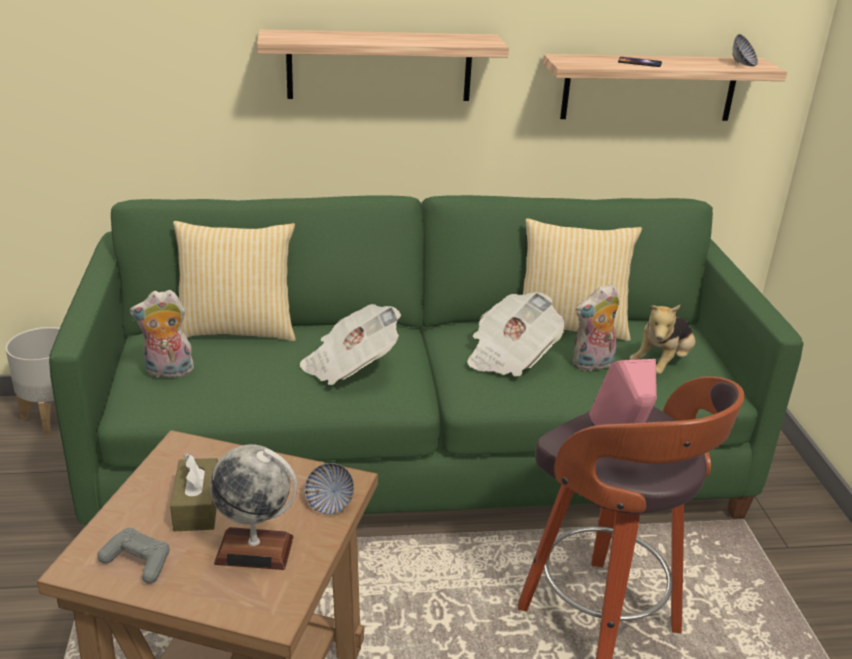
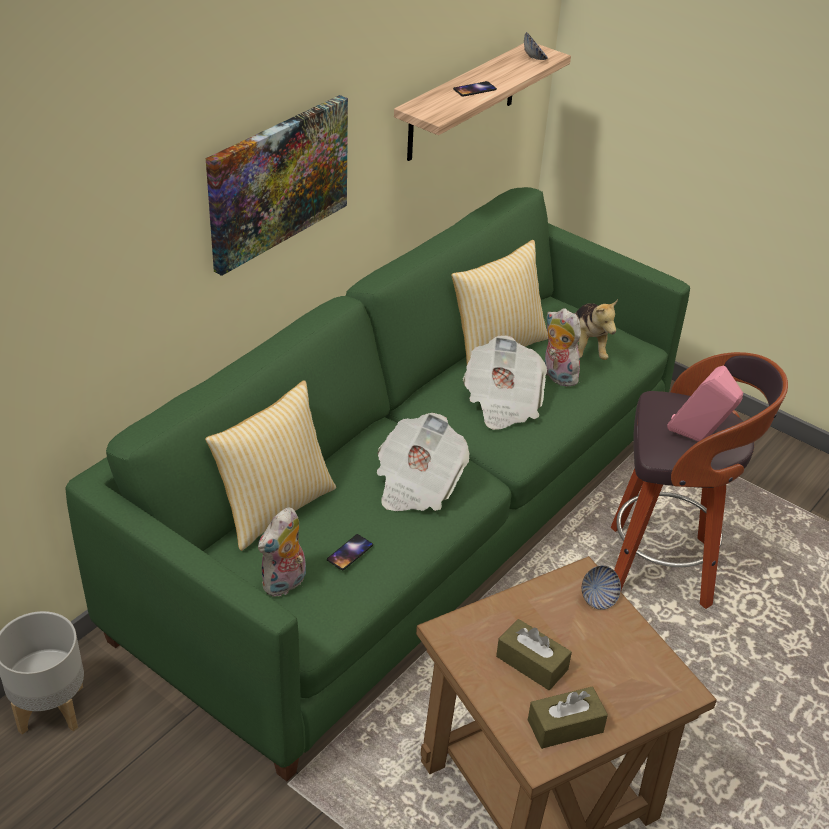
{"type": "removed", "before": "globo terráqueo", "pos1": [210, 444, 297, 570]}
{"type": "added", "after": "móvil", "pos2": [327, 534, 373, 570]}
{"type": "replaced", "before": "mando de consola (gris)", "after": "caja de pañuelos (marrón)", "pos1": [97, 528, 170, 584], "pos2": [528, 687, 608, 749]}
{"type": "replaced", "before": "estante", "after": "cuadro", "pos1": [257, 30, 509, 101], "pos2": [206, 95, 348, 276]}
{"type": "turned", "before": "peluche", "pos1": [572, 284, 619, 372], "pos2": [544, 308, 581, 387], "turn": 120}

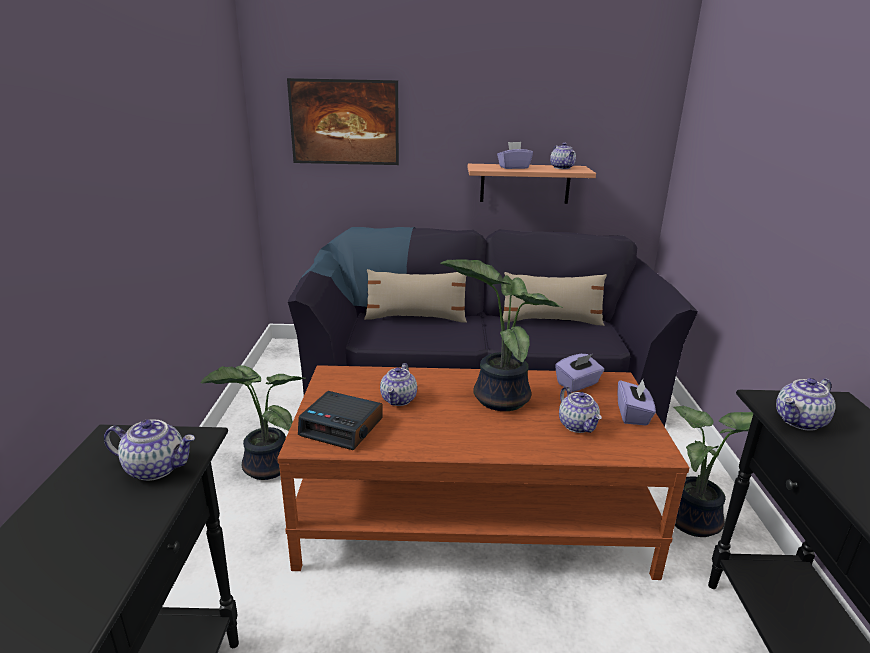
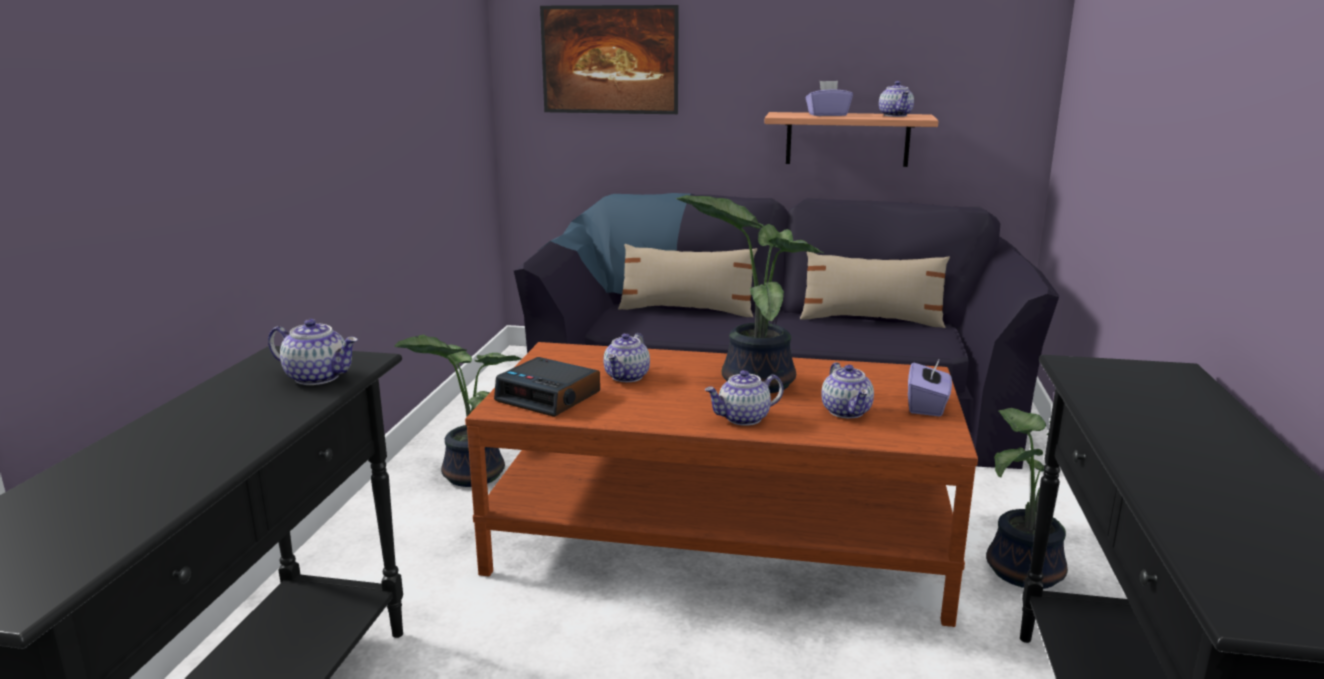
{"type": "removed", "before": "caja de pañuelos (morado)", "pos1": [555, 354, 604, 392]}
{"type": "moved", "before": "tetera", "pos1": [776, 378, 835, 431], "pos2": [704, 370, 784, 426]}

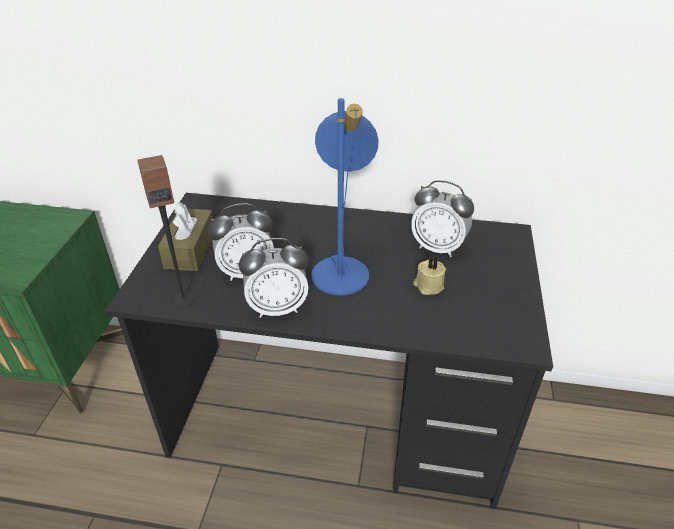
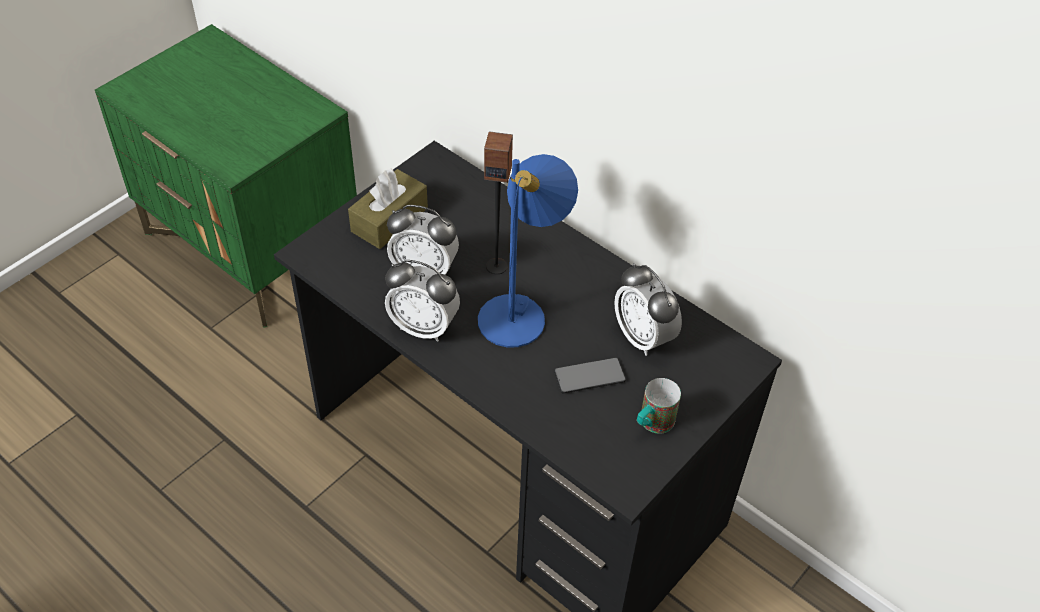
{"type": "added", "after": "taza grande", "pos2": [637, 378, 681, 434]}
{"type": "moved", "before": "altavoz", "pos1": [137, 155, 194, 307], "pos2": [484, 131, 513, 274]}
{"type": "replaced", "before": "vela (beis)", "after": "móvil", "pos1": [413, 256, 446, 295], "pos2": [554, 358, 626, 394]}

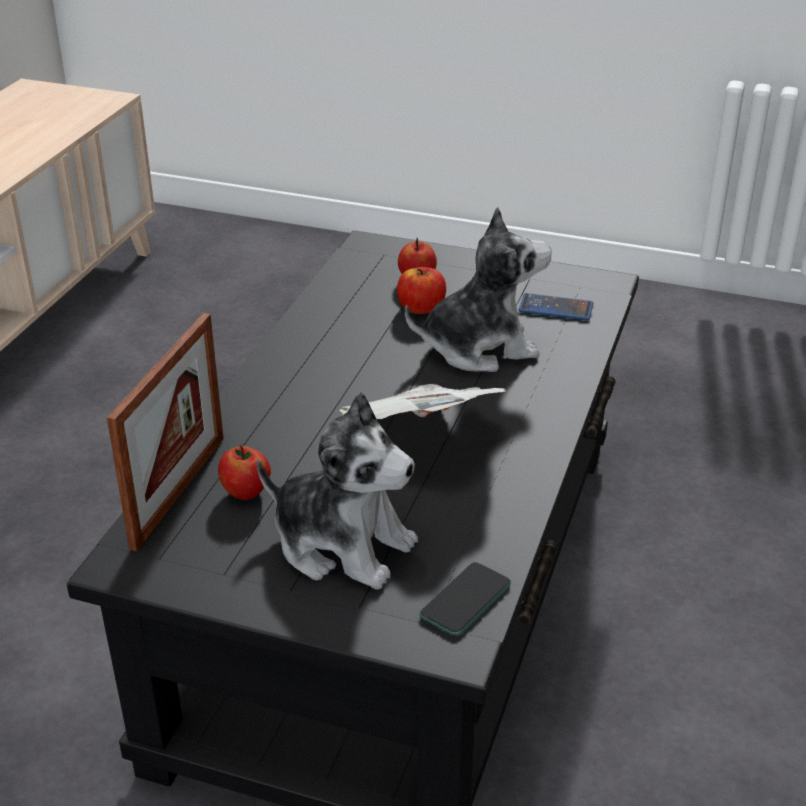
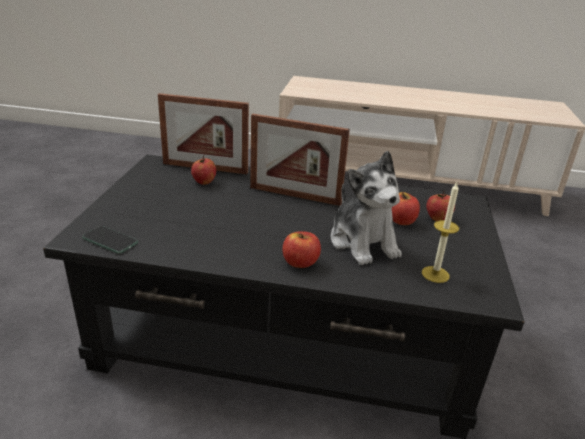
{"type": "removed", "before": "peluche", "pos1": [257, 392, 418, 590]}
{"type": "removed", "before": "periódico", "pos1": [339, 384, 506, 419]}
{"type": "added", "after": "portarretratos", "pos2": [250, 114, 350, 206]}
{"type": "added", "after": "manzana", "pos2": [283, 231, 321, 268]}
{"type": "replaced", "before": "móvil", "after": "vela", "pos1": [519, 293, 593, 321], "pos2": [422, 183, 459, 283]}

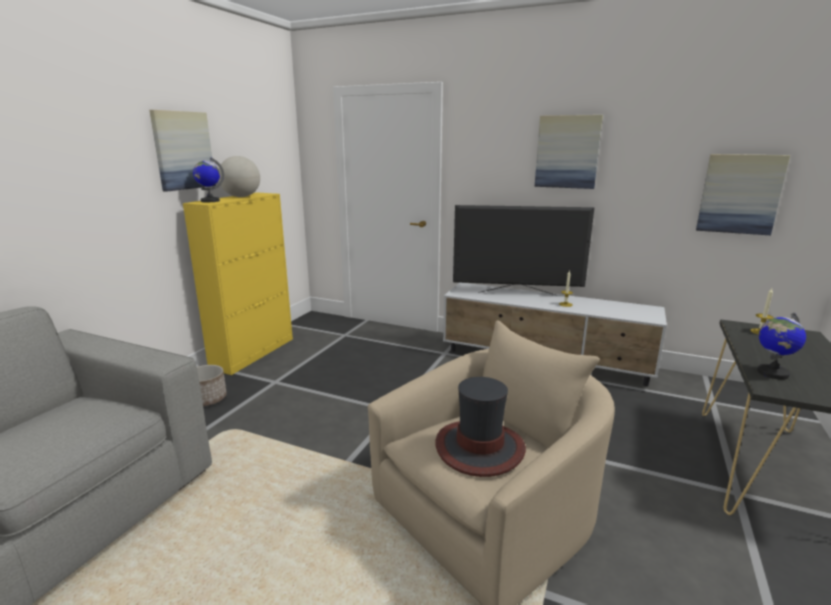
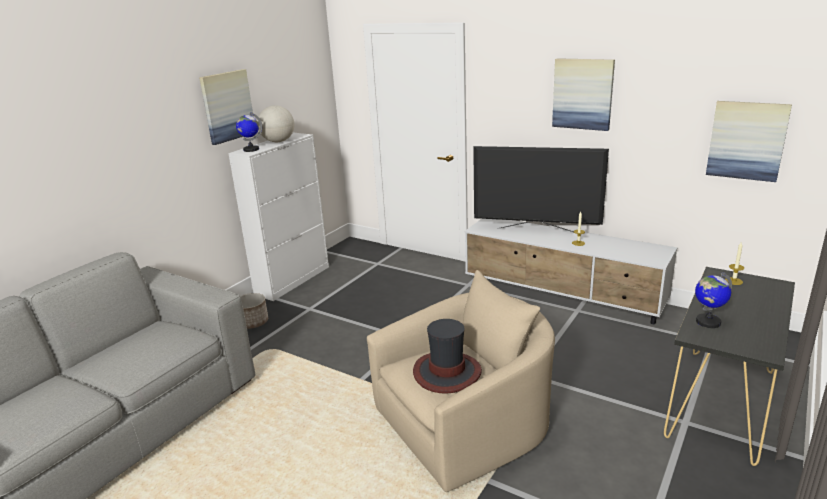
{"type": "recoloured", "before": "armario (amarillo)", "after": "armario (blanco)", "pos1": [183, 193, 293, 375], "pos2": [228, 133, 329, 301]}

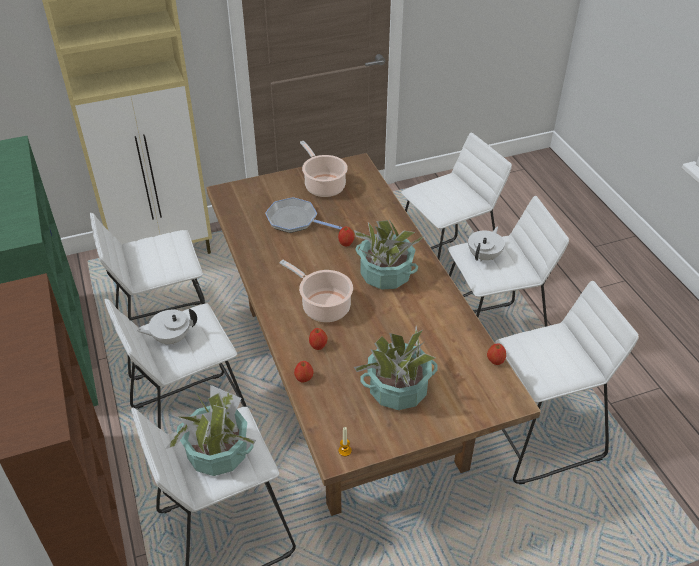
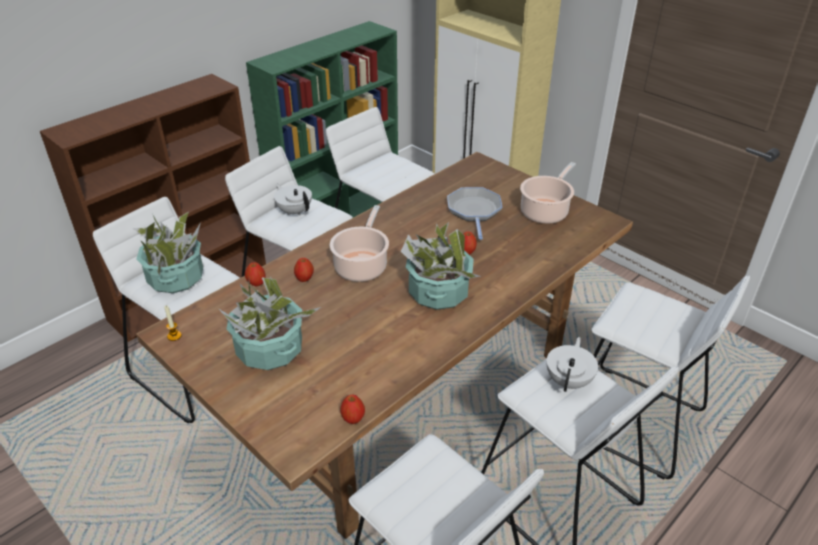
{"type": "turned", "before": "tetera (blanco)", "pos1": [468, 226, 505, 261], "pos2": [546, 337, 598, 392], "turn": -75}

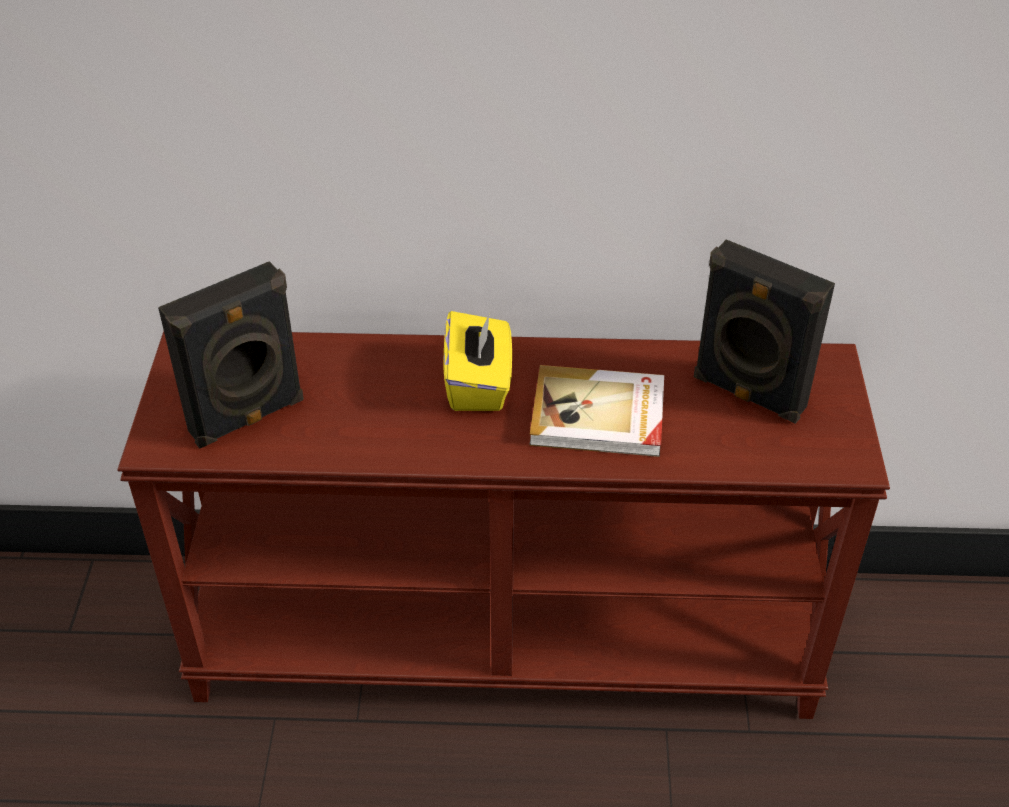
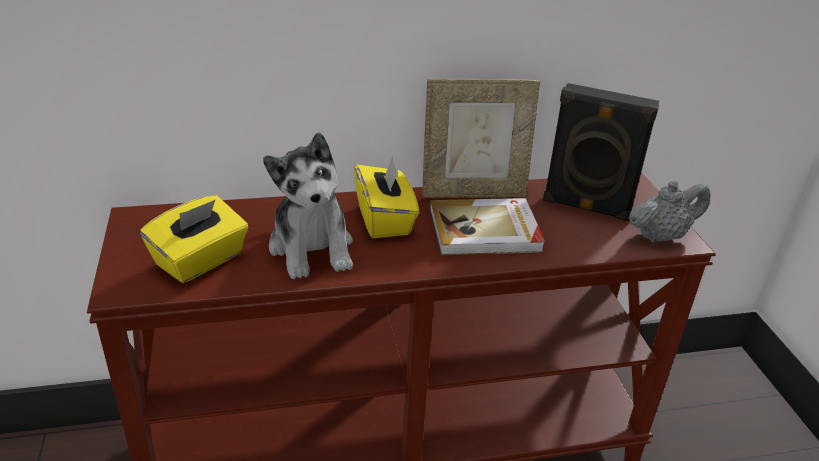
{"type": "added", "after": "peluche", "pos2": [263, 132, 353, 279]}
{"type": "added", "after": "portarretratos", "pos2": [422, 79, 540, 198]}
{"type": "added", "after": "tetera (gris)", "pos2": [628, 181, 710, 243]}
{"type": "replaced", "before": "altavoz (negro)", "after": "caja de pañuelos (amarillo)", "pos1": [158, 261, 304, 449], "pos2": [140, 195, 248, 283]}

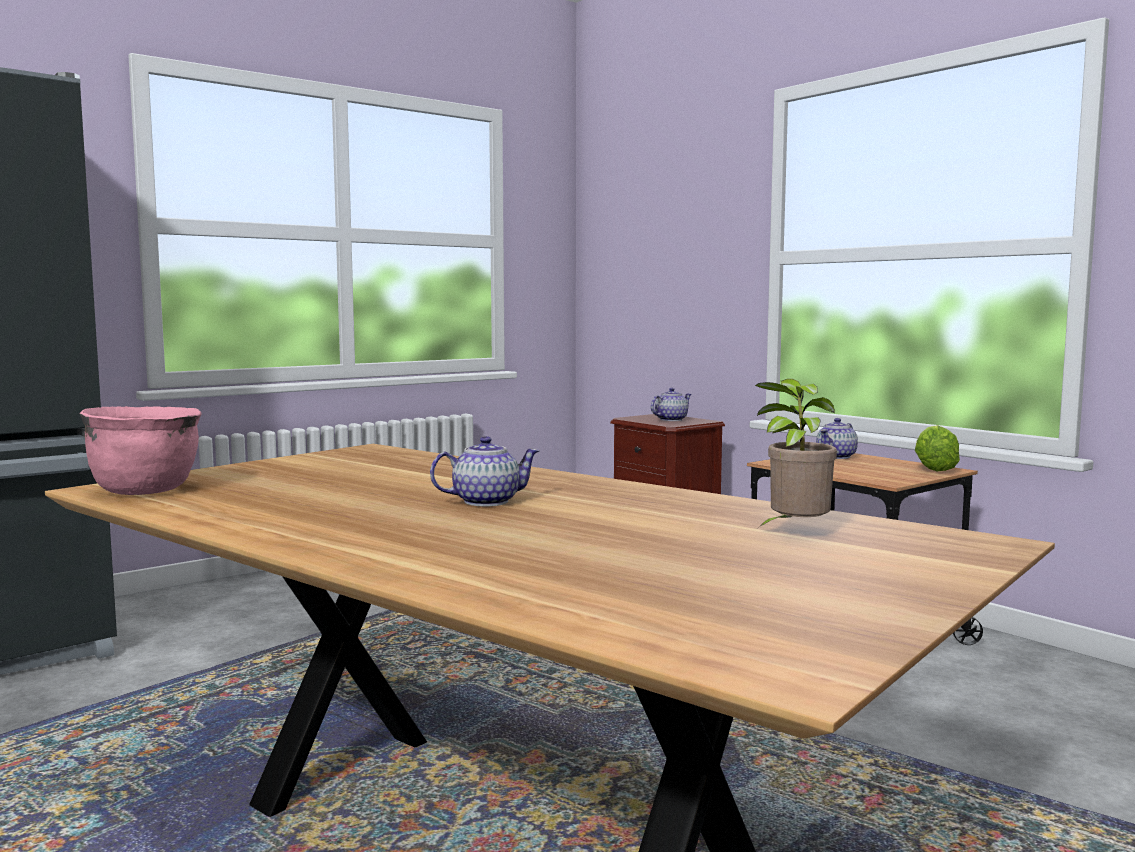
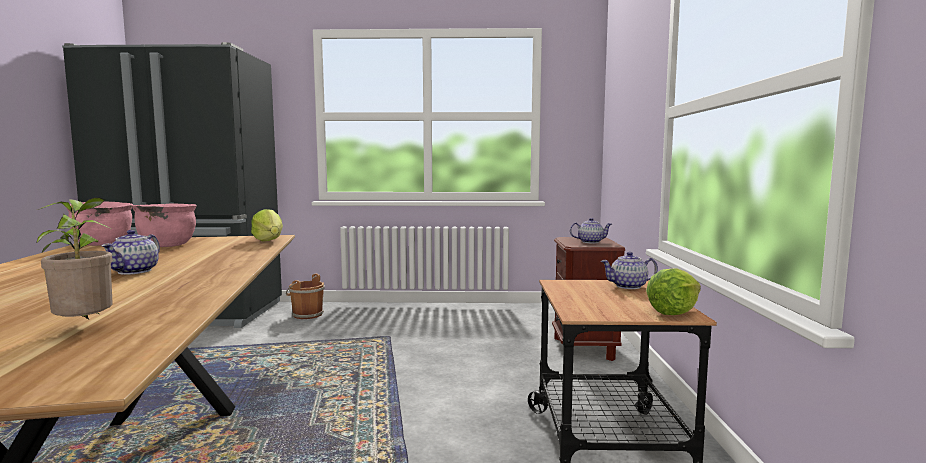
{"type": "added", "after": "olla (rosa)", "pos2": [132, 203, 197, 247]}
{"type": "added", "after": "lechuga", "pos2": [251, 209, 283, 242]}
{"type": "added", "after": "cubo (marrón)", "pos2": [286, 274, 325, 319]}
{"type": "turned", "before": "tetera", "pos1": [430, 436, 540, 506], "pos2": [101, 230, 160, 275], "turn": 75}

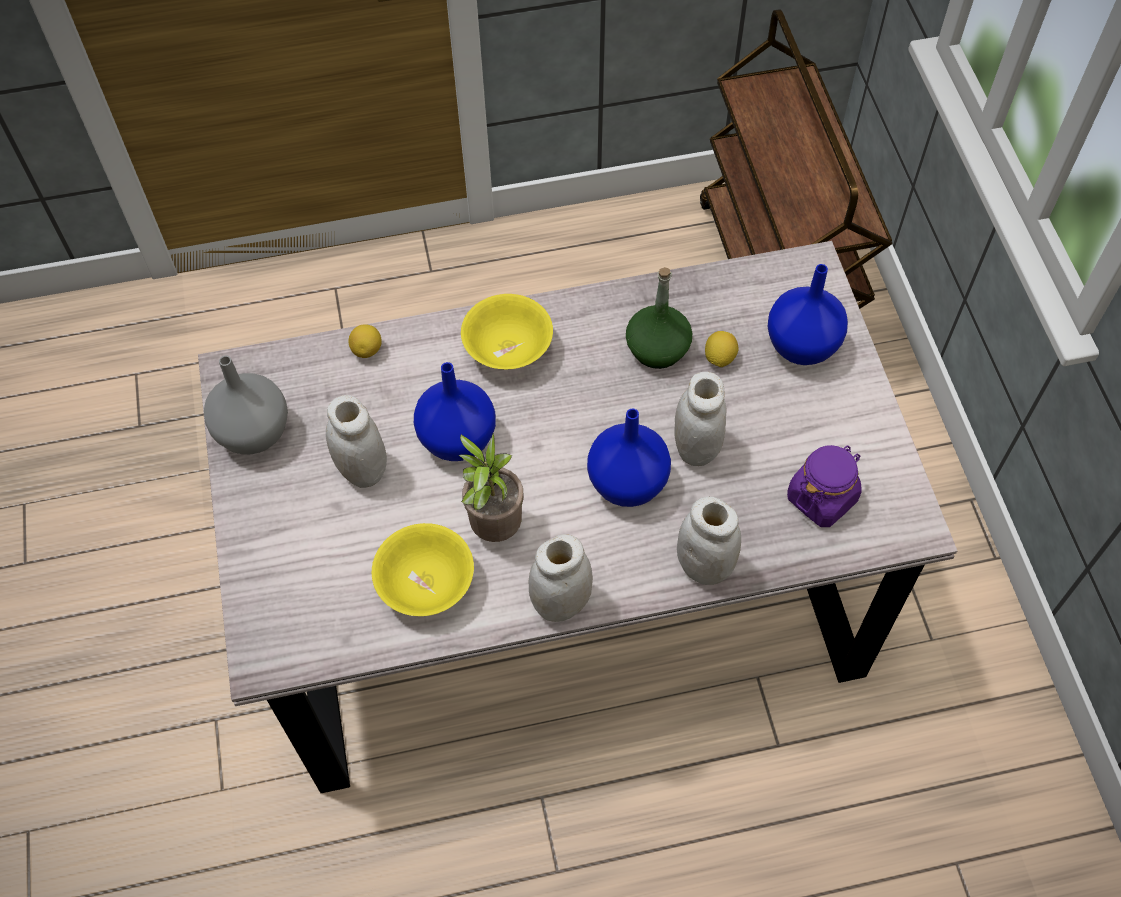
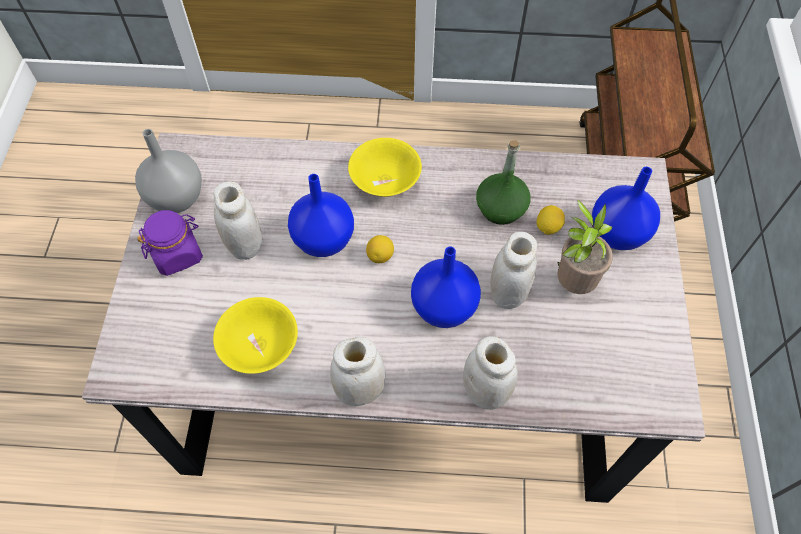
{"type": "moved", "before": "limón", "pos1": [349, 324, 382, 358], "pos2": [366, 235, 394, 263]}
{"type": "moved", "before": "planta en maceta", "pos1": [459, 433, 524, 542], "pos2": [557, 199, 613, 294]}
{"type": "moved", "before": "tarro (morado)", "pos1": [787, 445, 862, 527], "pos2": [137, 210, 203, 276]}

